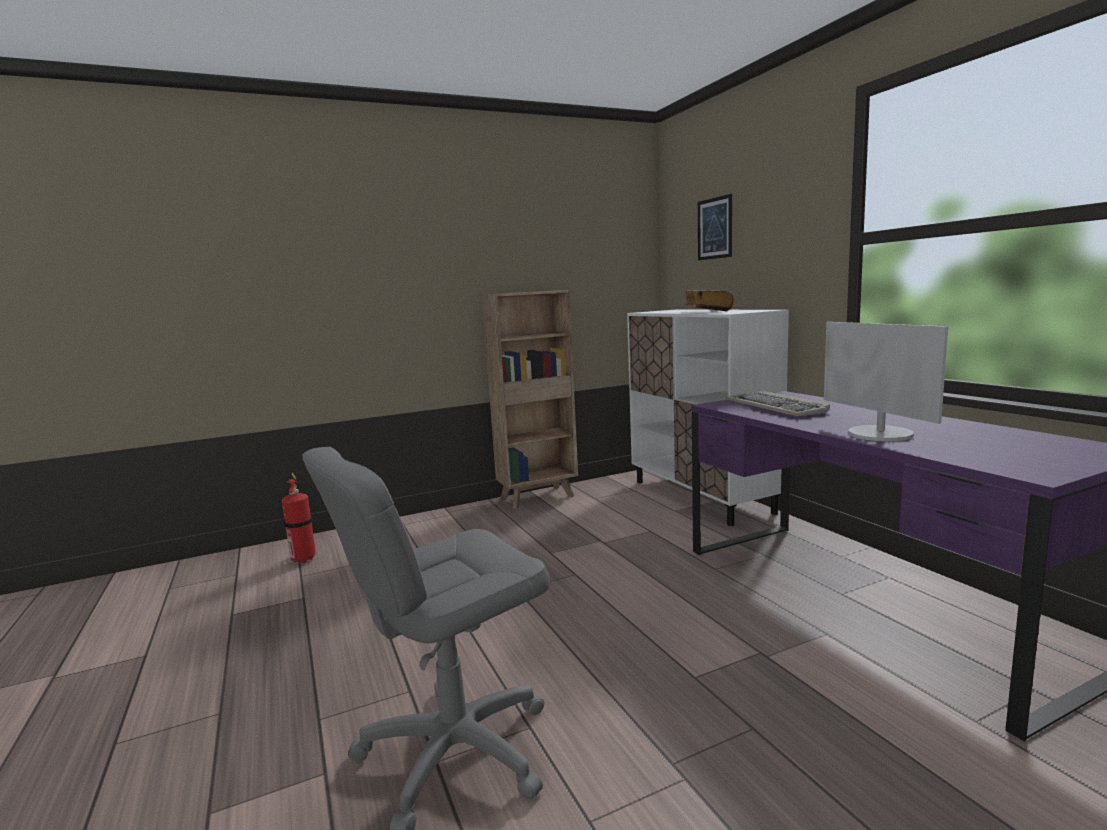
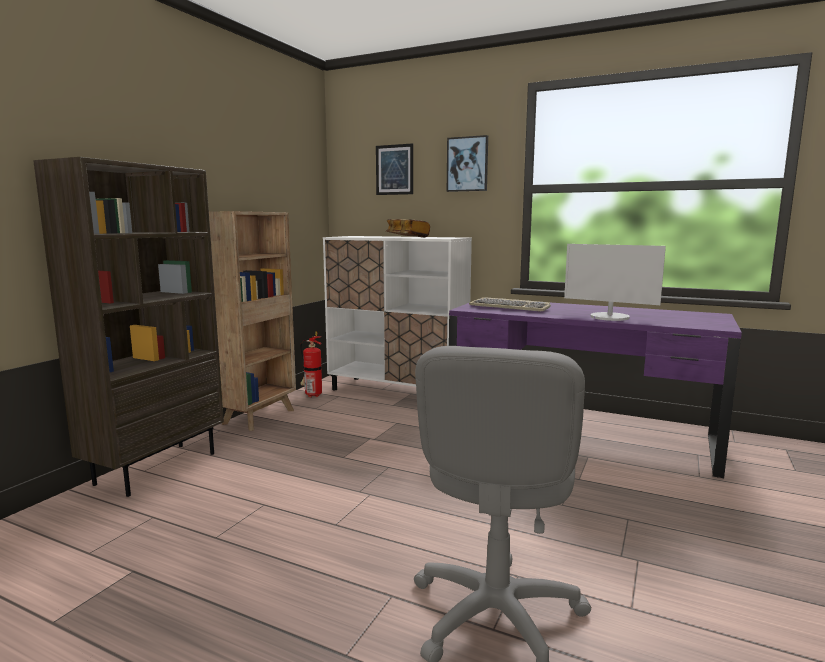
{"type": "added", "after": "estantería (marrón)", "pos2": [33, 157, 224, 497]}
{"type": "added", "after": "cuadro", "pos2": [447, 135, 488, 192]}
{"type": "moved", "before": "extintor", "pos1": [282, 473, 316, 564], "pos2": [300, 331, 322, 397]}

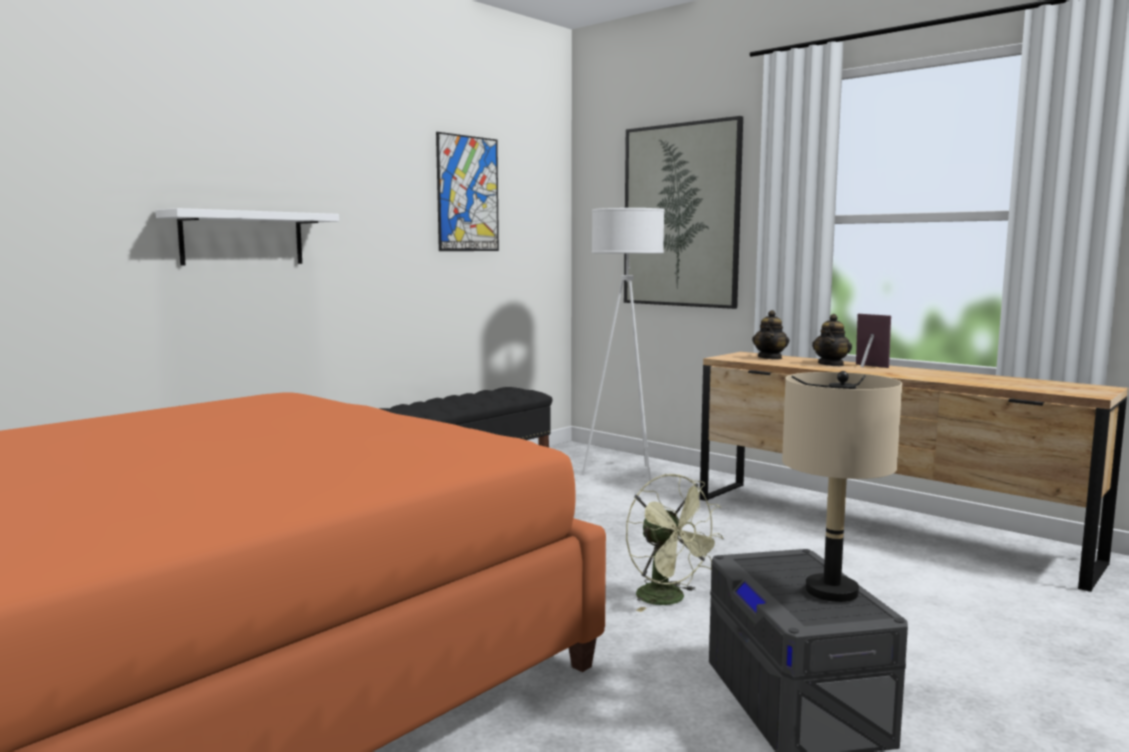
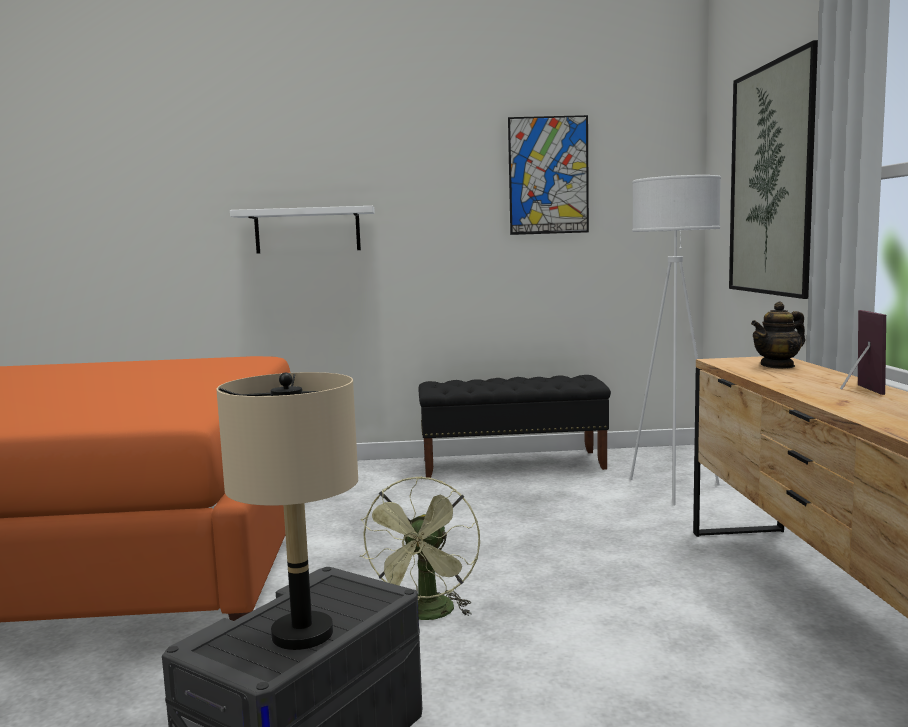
{"type": "removed", "before": "tetera", "pos1": [812, 314, 852, 366]}

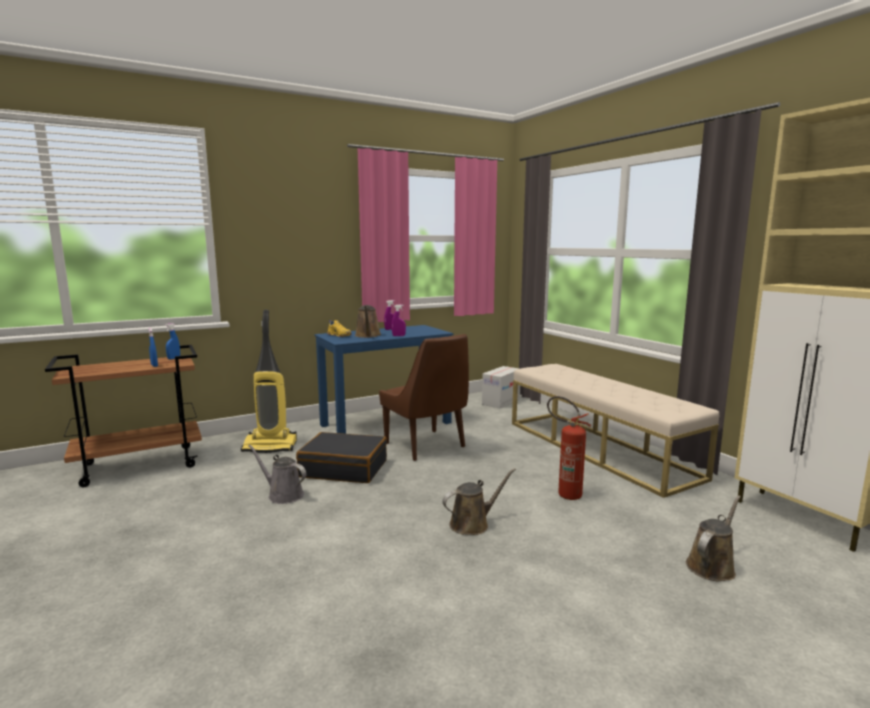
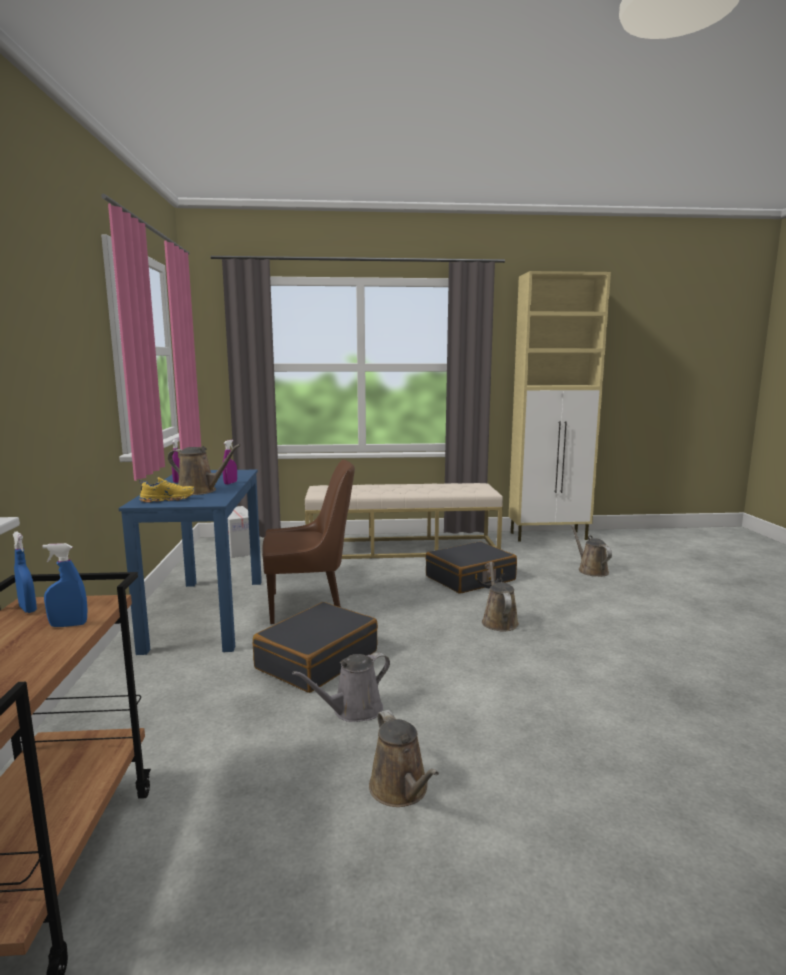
{"type": "removed", "before": "aspiradora", "pos1": [241, 310, 297, 453]}
{"type": "added", "after": "regadera (marrón)", "pos2": [369, 710, 439, 807]}
{"type": "replaced", "before": "extintor", "after": "maleta (negro)", "pos1": [547, 396, 591, 500], "pos2": [426, 541, 517, 594]}

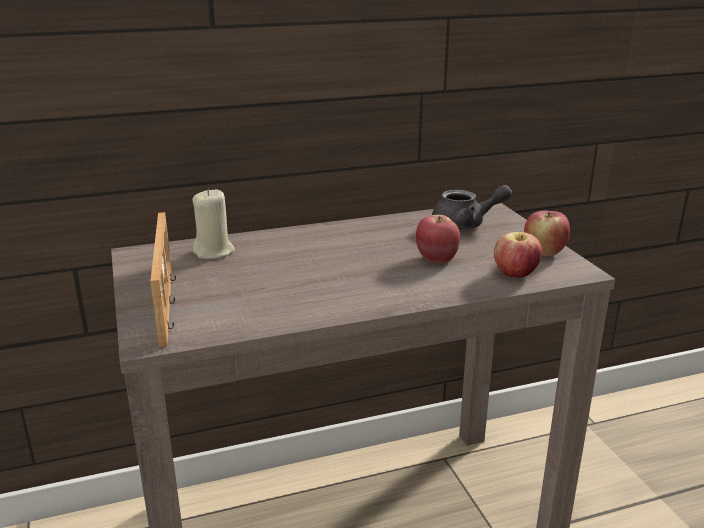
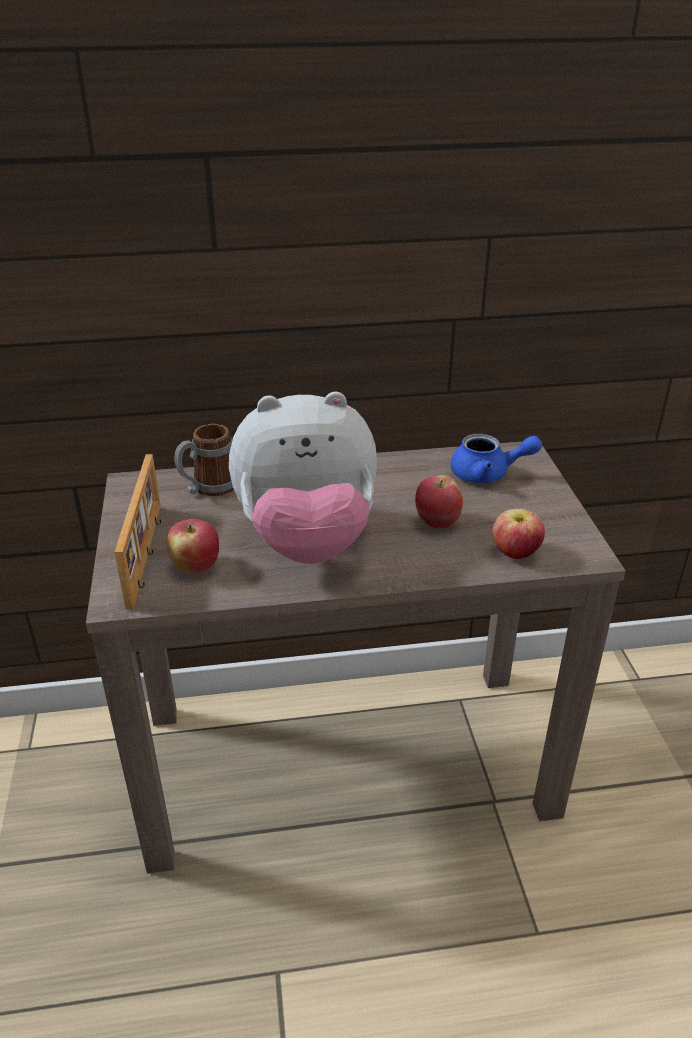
{"type": "added", "after": "peluche", "pos2": [229, 392, 377, 564]}
{"type": "moved", "before": "manzana", "pos1": [524, 211, 570, 256], "pos2": [167, 519, 219, 574]}
{"type": "replaced", "before": "vela (beis)", "after": "taza grande", "pos1": [193, 189, 235, 259], "pos2": [175, 424, 234, 496]}
{"type": "recoloured", "before": "tetera (gris)", "after": "tetera (azul)", "pos1": [432, 185, 512, 230], "pos2": [451, 434, 542, 483]}

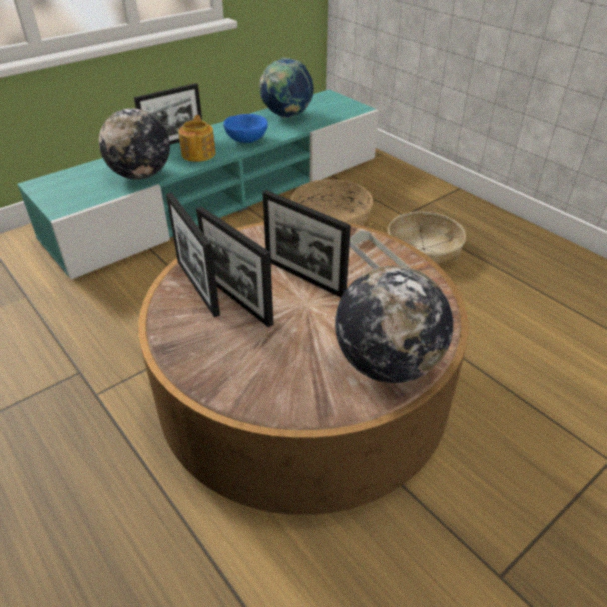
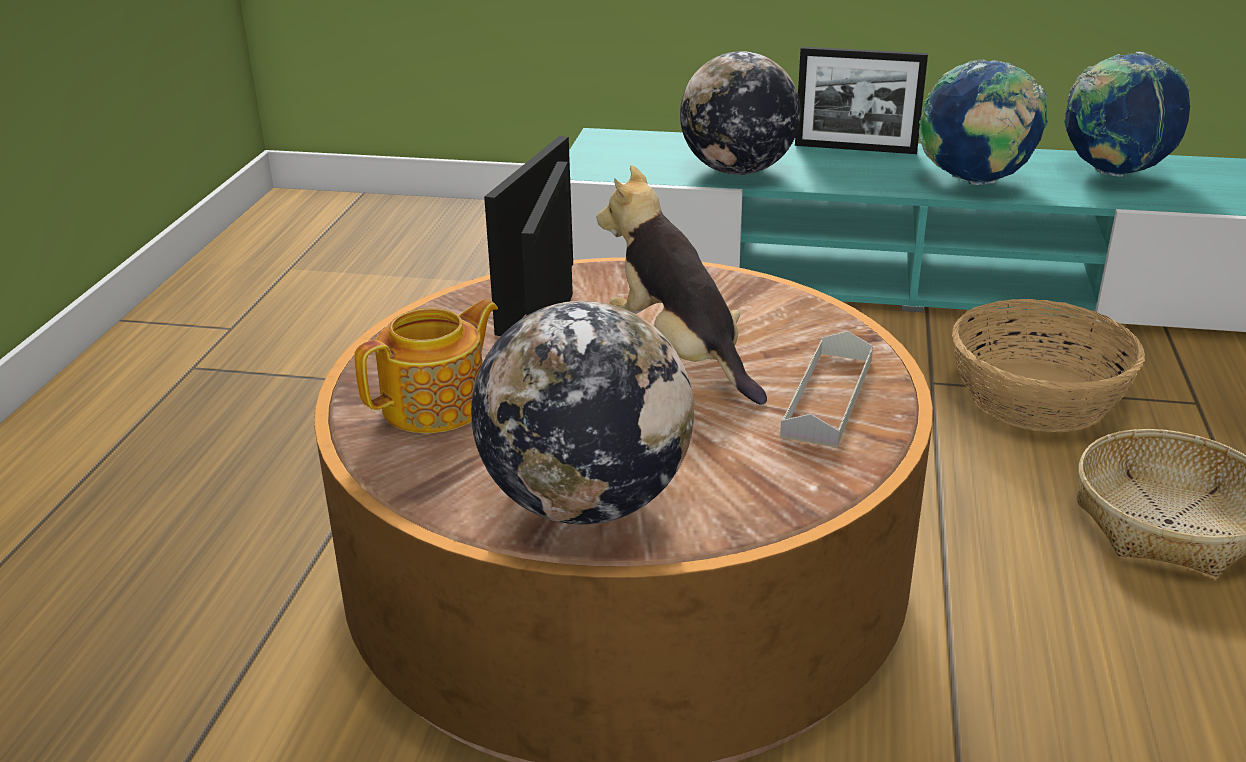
{"type": "moved", "before": "tetera", "pos1": [178, 115, 216, 162], "pos2": [354, 299, 498, 433]}
{"type": "replaced", "before": "cuenco (azul)", "after": "globo terráqueo", "pos1": [223, 114, 268, 143], "pos2": [919, 59, 1048, 185]}
{"type": "replaced", "before": "portarretratos", "after": "peluche", "pos1": [262, 190, 351, 298], "pos2": [597, 165, 767, 405]}

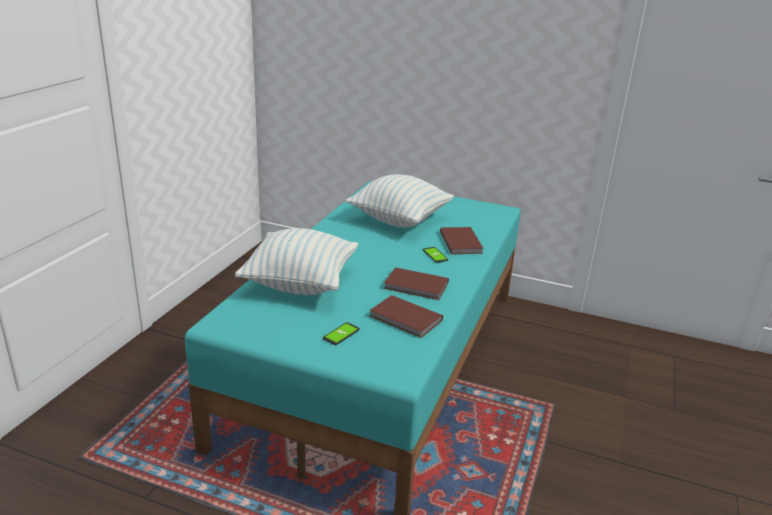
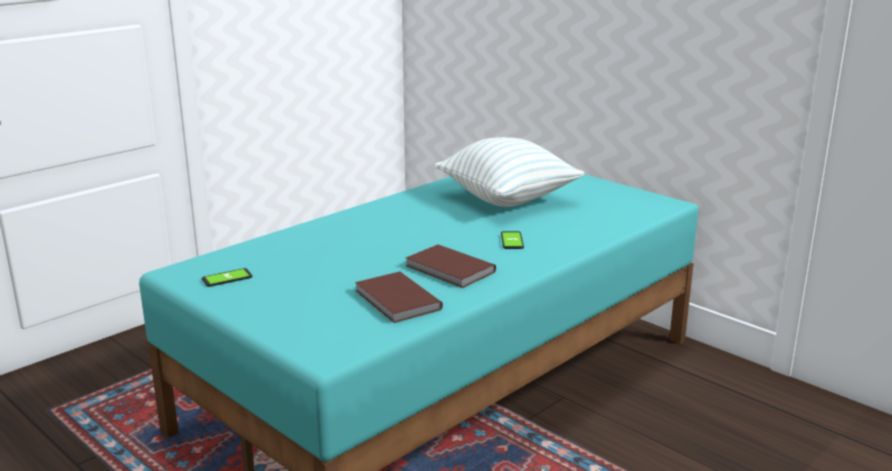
{"type": "removed", "before": "cojín", "pos1": [235, 228, 358, 295]}
{"type": "removed", "before": "libro (marrón)", "pos1": [440, 227, 484, 254]}
{"type": "moved", "before": "móvil", "pos1": [323, 322, 360, 345], "pos2": [202, 268, 253, 287]}

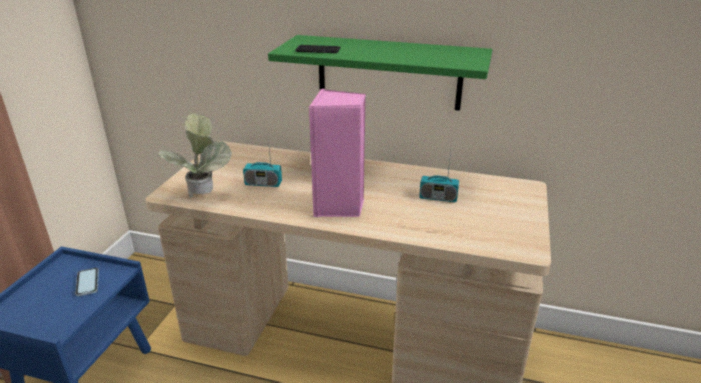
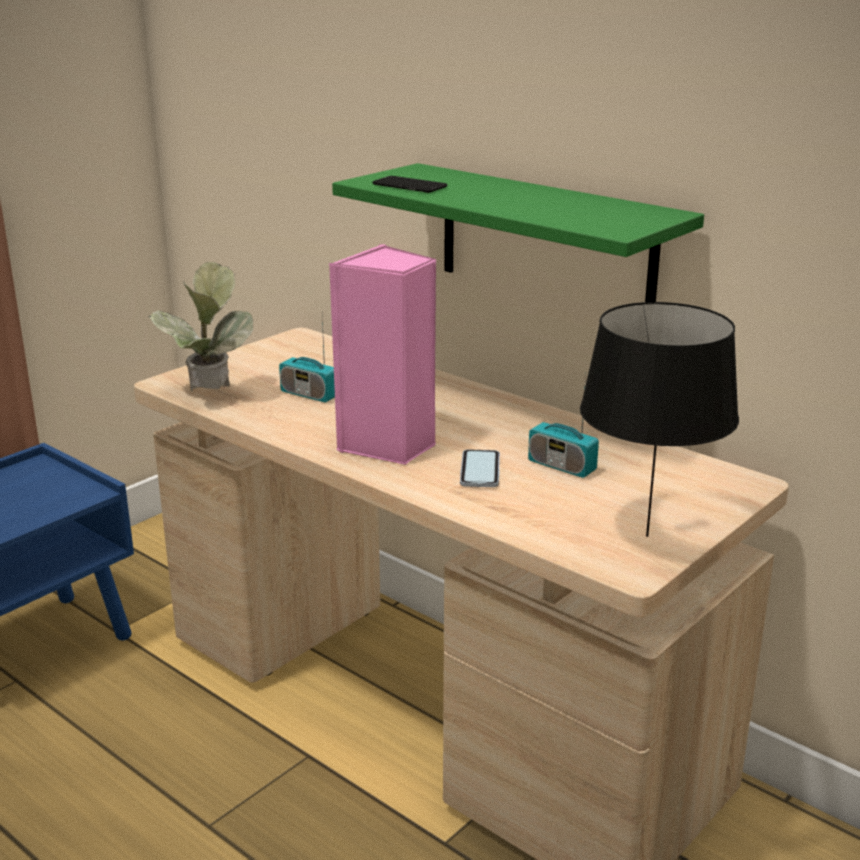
{"type": "added", "after": "lámpara de mesa (negro)", "pos2": [580, 302, 739, 537]}
{"type": "moved", "before": "móvil", "pos1": [75, 268, 99, 296], "pos2": [460, 449, 500, 487]}

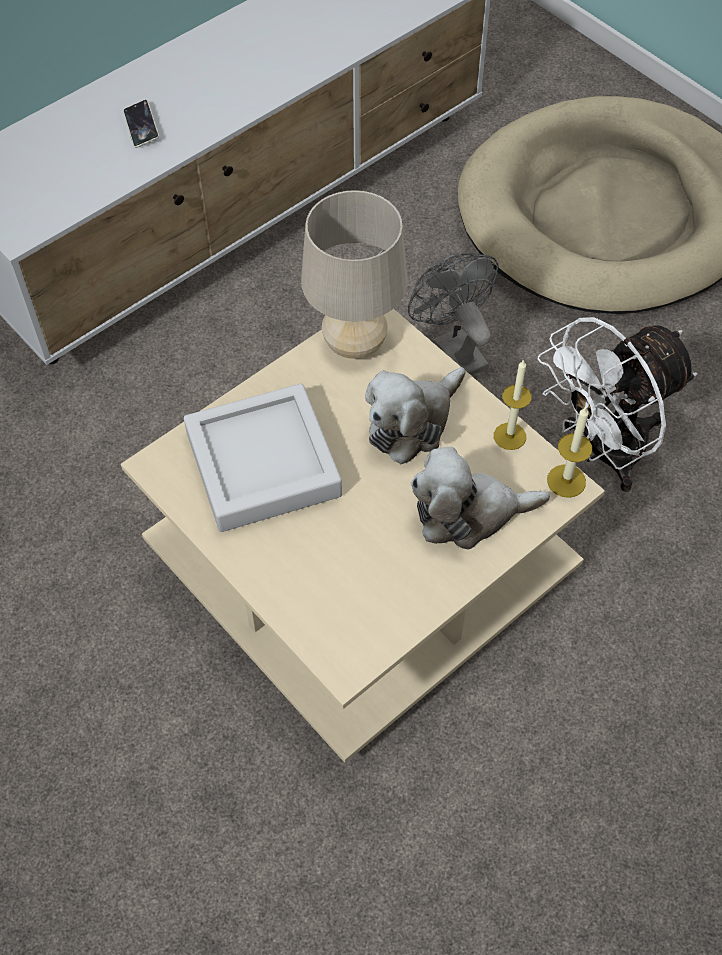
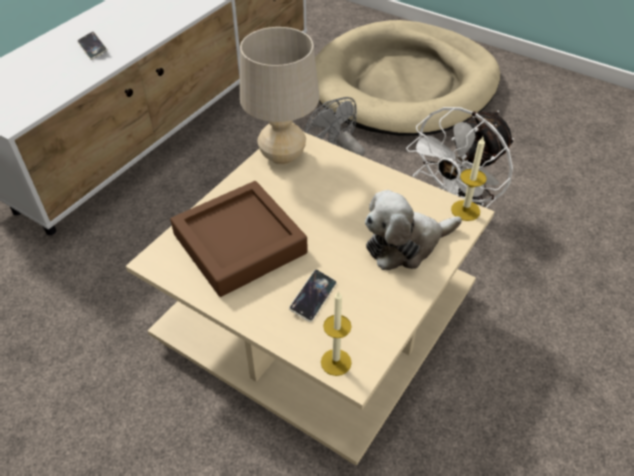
{"type": "removed", "before": "peluche", "pos1": [365, 367, 465, 464]}
{"type": "added", "after": "móvil", "pos2": [289, 270, 337, 322]}
{"type": "moved", "before": "vela", "pos1": [494, 359, 532, 450], "pos2": [321, 291, 352, 376]}
{"type": "recoloured", "before": "bandeja (gris)", "after": "bandeja (marrón)", "pos1": [184, 384, 342, 532], "pos2": [170, 181, 308, 297]}

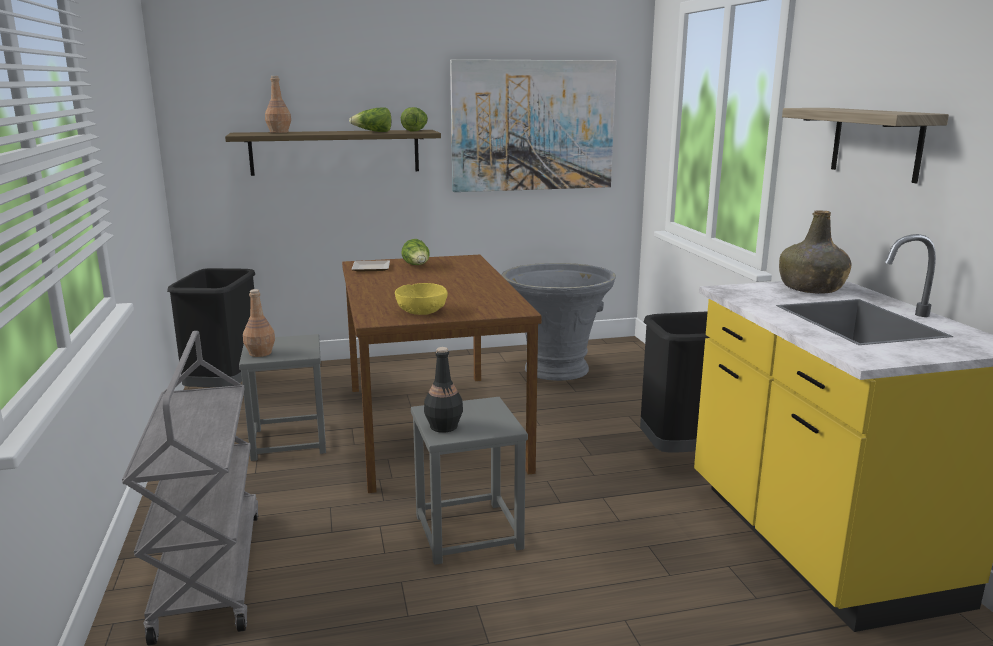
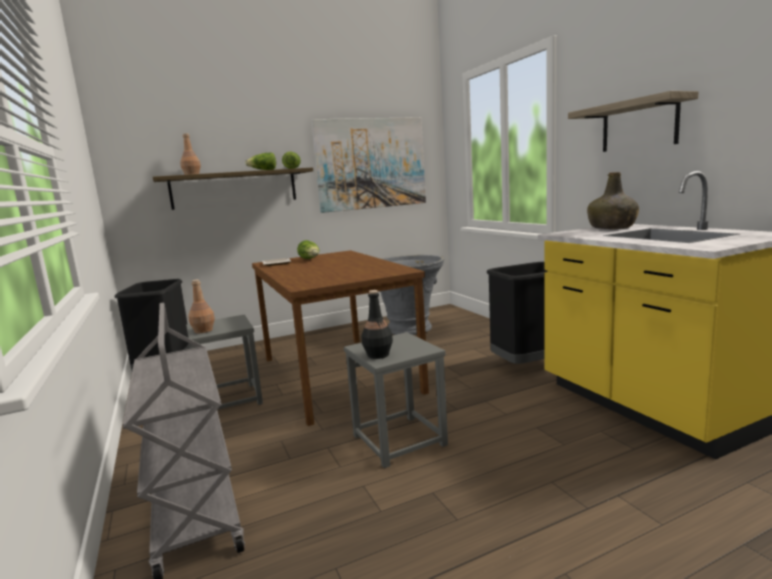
{"type": "removed", "before": "cuenco (amarillo)", "pos1": [395, 283, 448, 315]}

